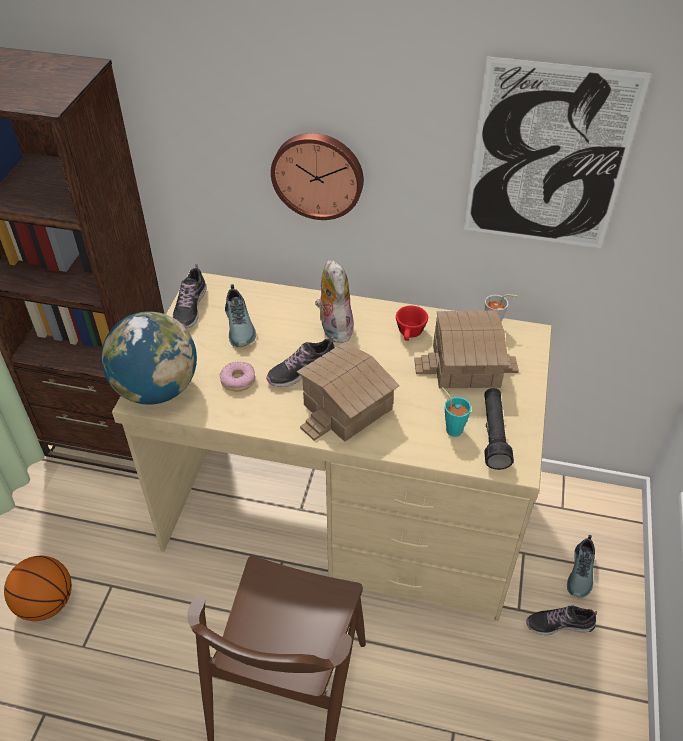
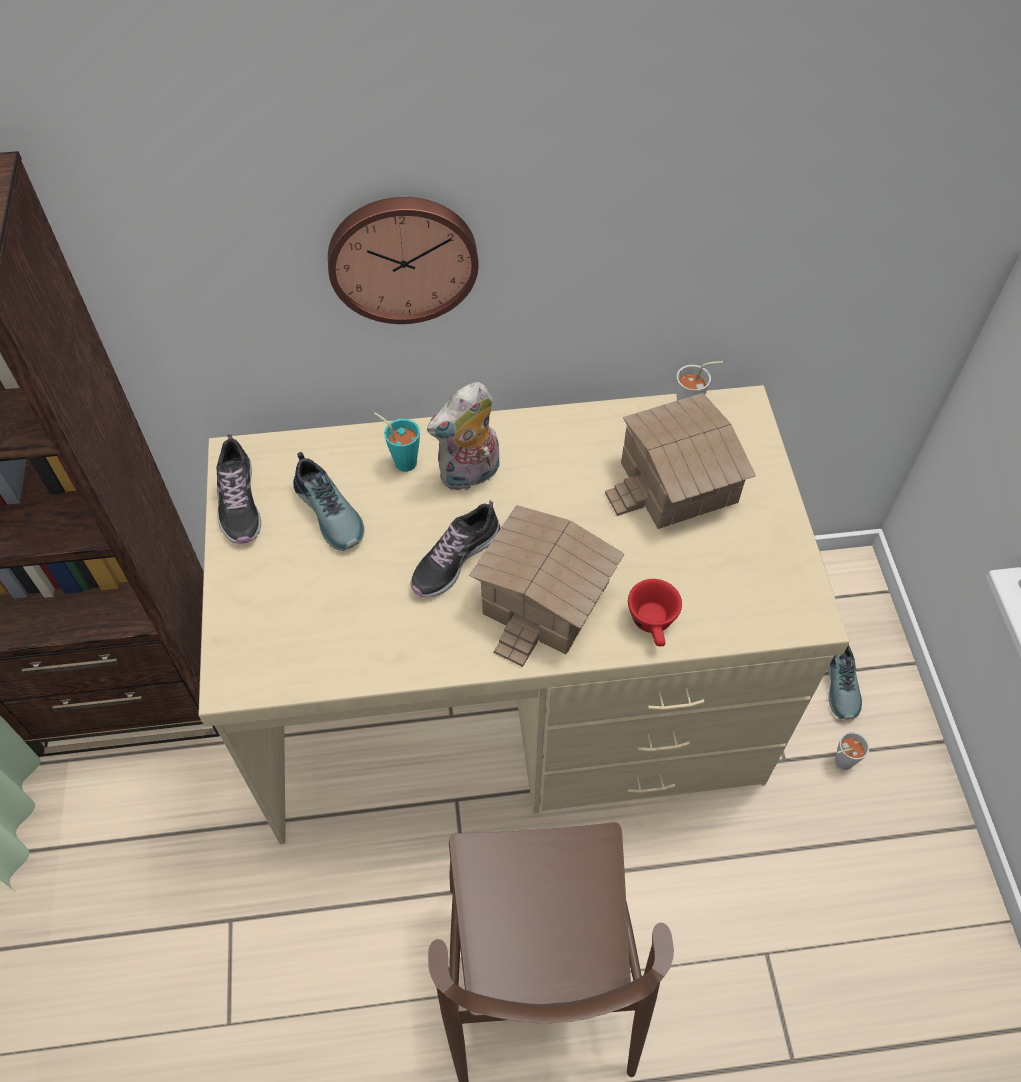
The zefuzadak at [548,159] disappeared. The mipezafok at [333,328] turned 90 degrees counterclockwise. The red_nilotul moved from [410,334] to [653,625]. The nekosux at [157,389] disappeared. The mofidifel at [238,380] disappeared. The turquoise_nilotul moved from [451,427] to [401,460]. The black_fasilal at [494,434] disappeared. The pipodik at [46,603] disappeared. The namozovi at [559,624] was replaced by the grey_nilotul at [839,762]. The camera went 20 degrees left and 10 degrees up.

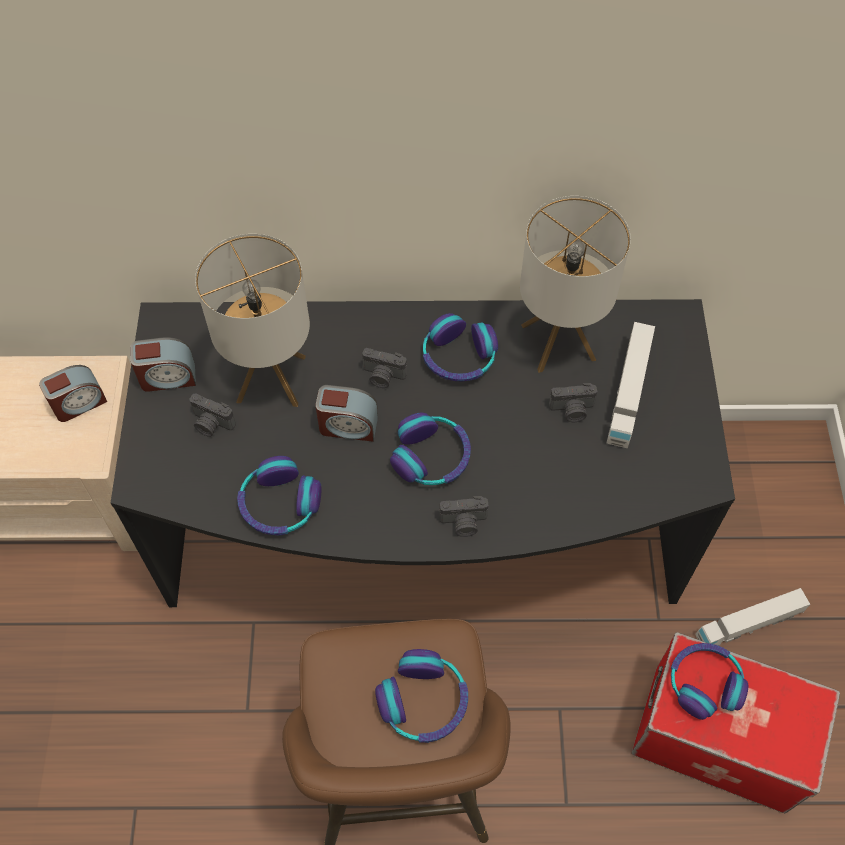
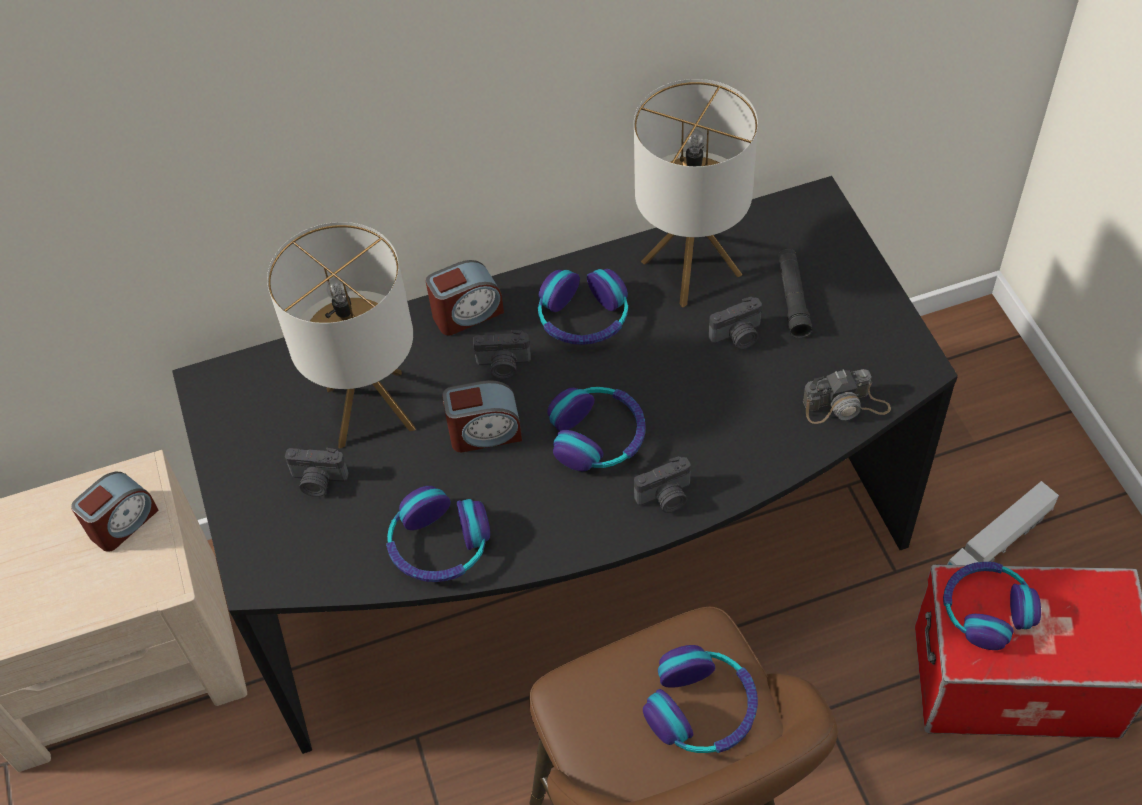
The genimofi at [628,392] was replaced by the black_fasilal at [792,298]. The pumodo moved from [168,377] to [467,313]. The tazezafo at [845,406] appeared. The camera went 15 degrees left and 5 degrees down.

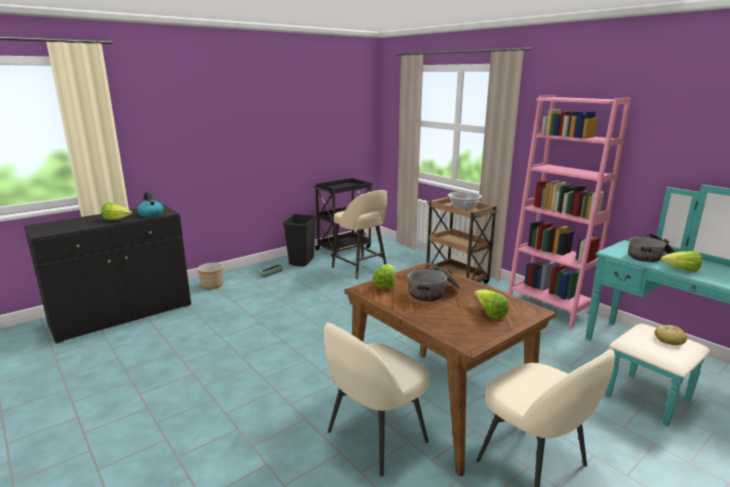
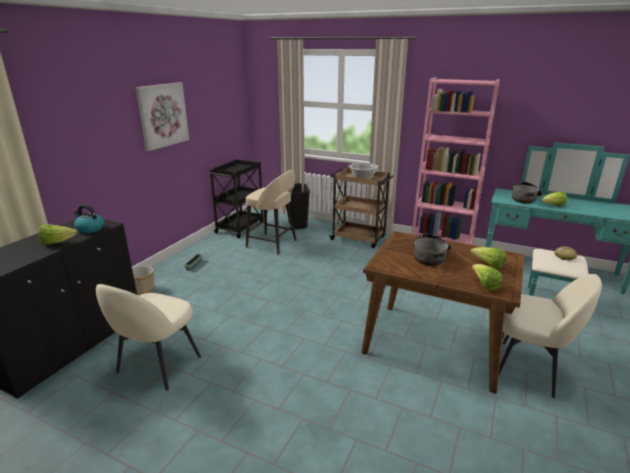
The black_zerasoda moved from [301,261] to [297,225]. The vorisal moved from [385,285] to [484,285]. The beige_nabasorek moved from [374,438] to [157,365]. The zefuzadak at [162,115] appeared. The camera went 25 degrees left and 5 degrees up.

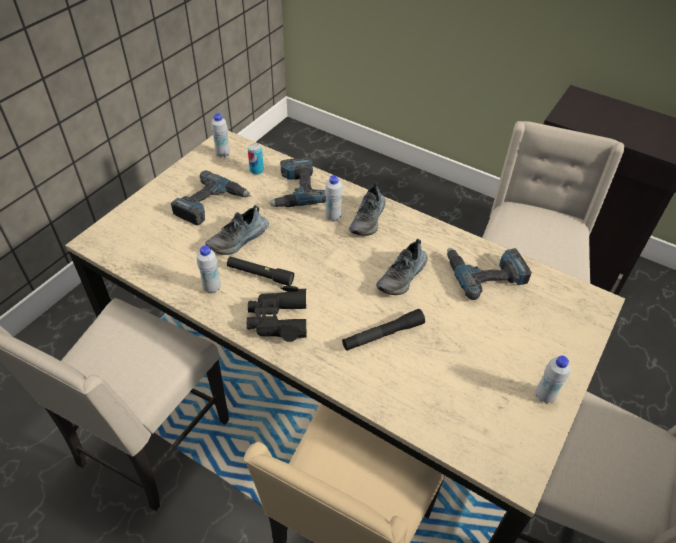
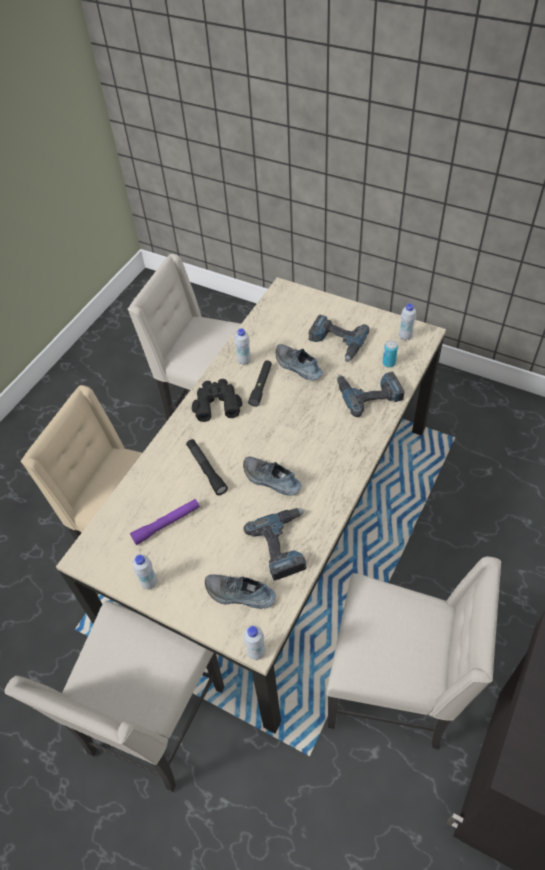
The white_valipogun moved from [333,217] to [256,652]. The namozovi moved from [368,219] to [239,595]. The purple_fasilal at [166,524] appeared. The camera went 90 degrees right and 5 degrees up.

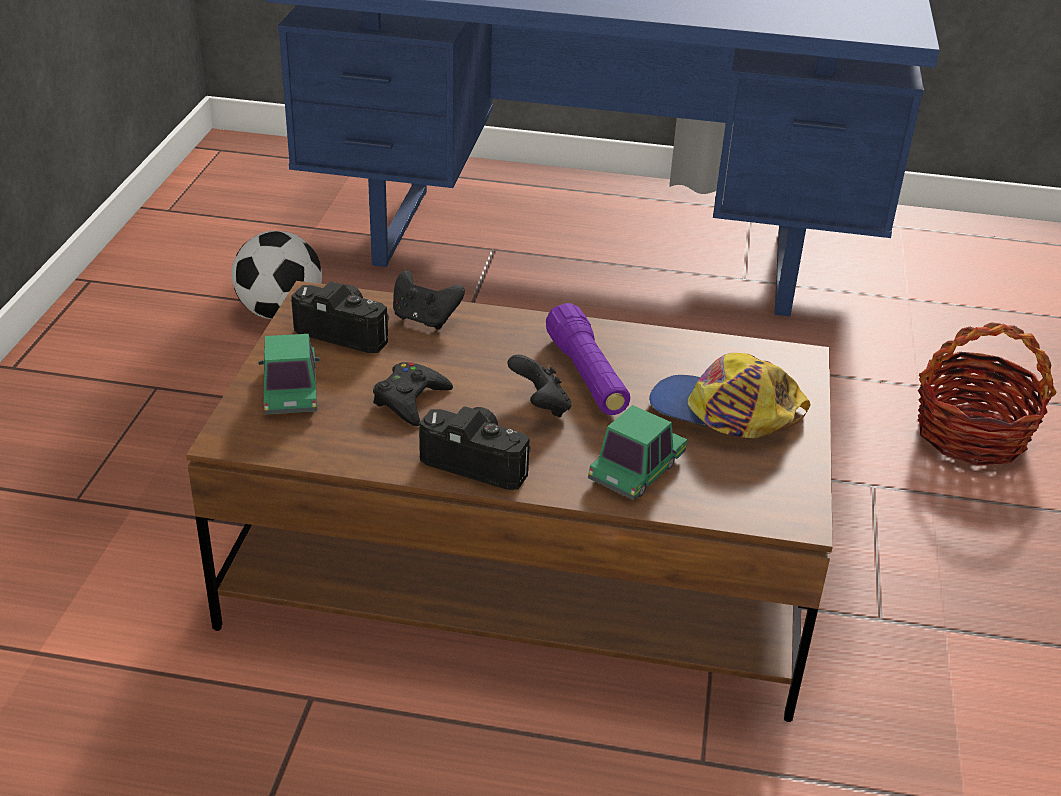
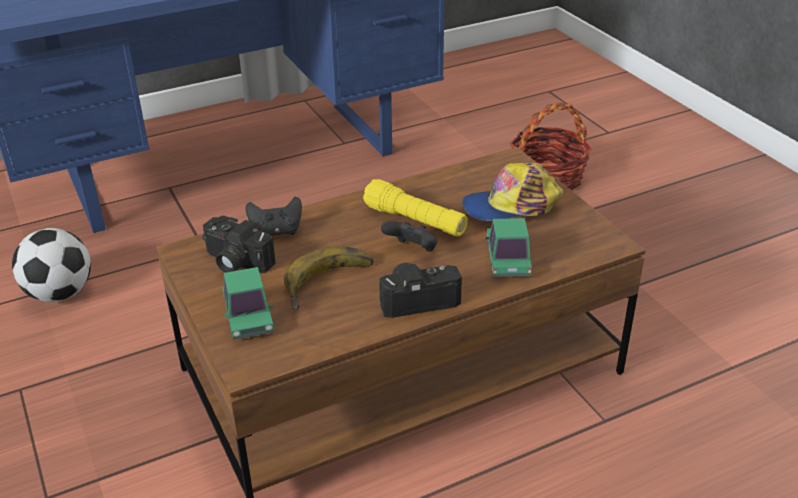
The tazezafo at [346,330] turned 135 degrees counterclockwise. The purple_fasilal at [587,376] became the yellow_fasilal at [415,221]. The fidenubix at [291,391] turned 150 degrees counterclockwise. The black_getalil at [410,400] was replaced by the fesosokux at [332,284]. The camera went 35 degrees left and 0 degrees up.

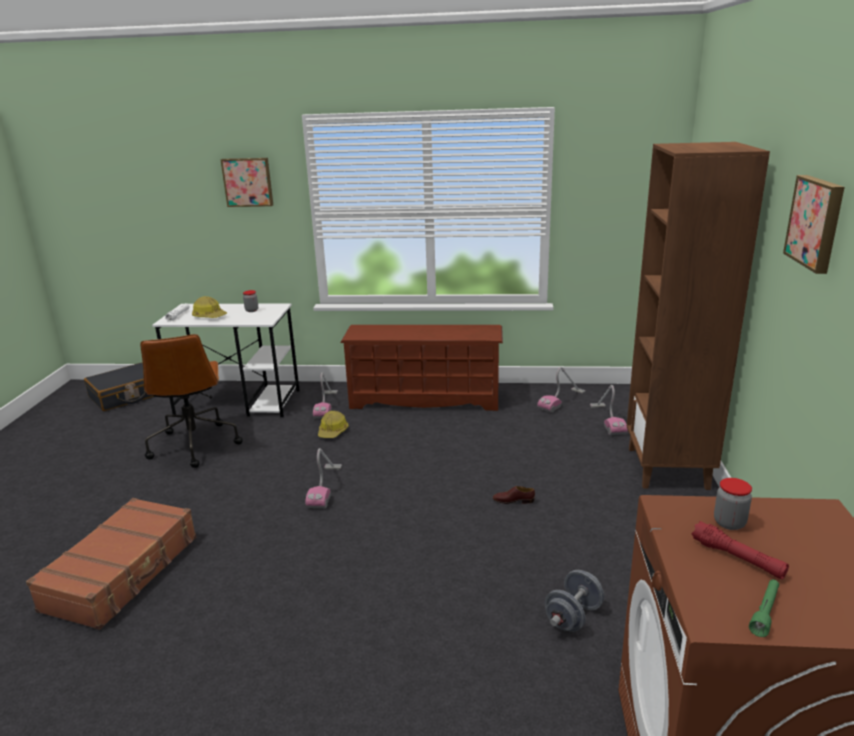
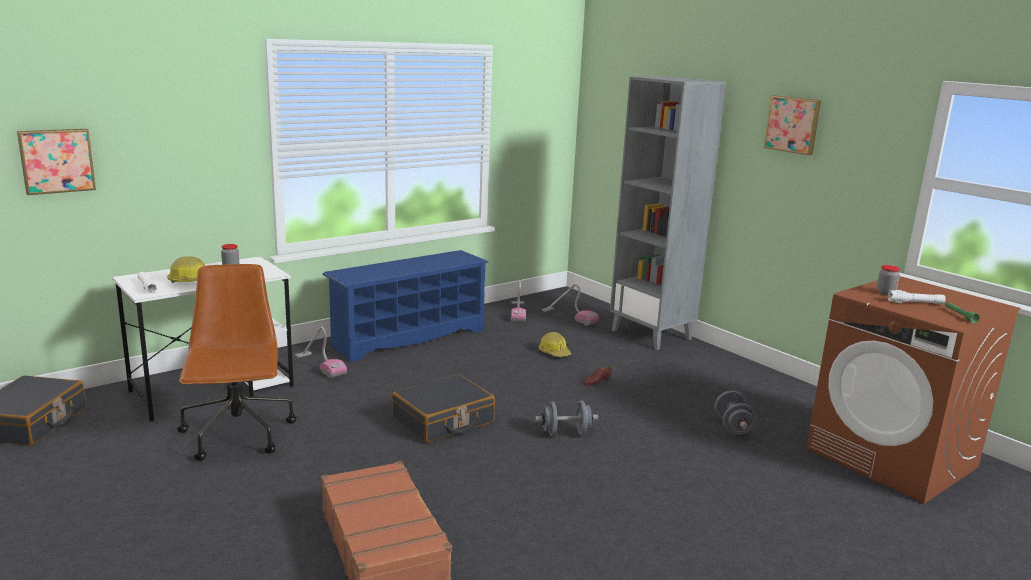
The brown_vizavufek at [668,468] became the grey_vizavufek at [652,335]. The zefuzadak moved from [248,182] to [56,160]. The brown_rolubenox at [425,399] became the blue_rolubenox at [408,337]. The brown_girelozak at [194,444] turned 135 degrees counterclockwise. The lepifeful moved from [333,432] to [554,352]. The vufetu at [325,487] was replaced by the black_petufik at [443,421]. The red_fasilal at [737,558] became the white_fasilal at [915,303]. The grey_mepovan at [565,433] appeared. The camera went 45 degrees left and 5 degrees down.

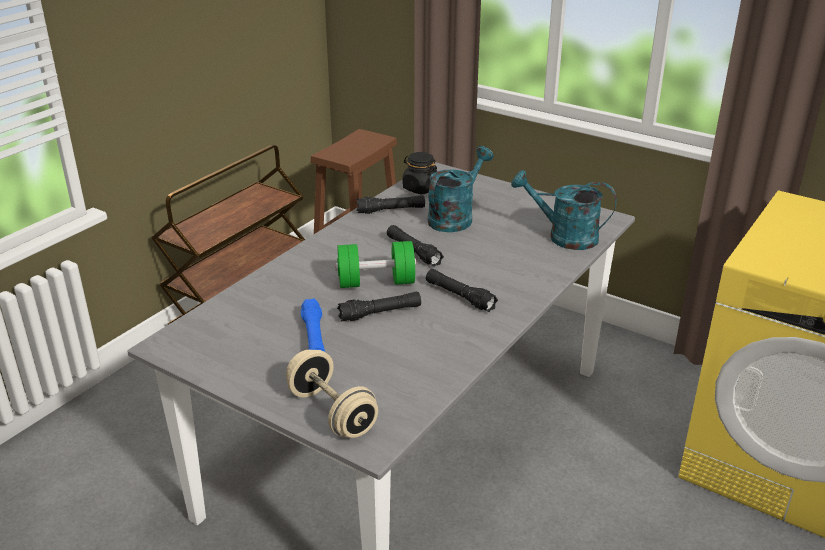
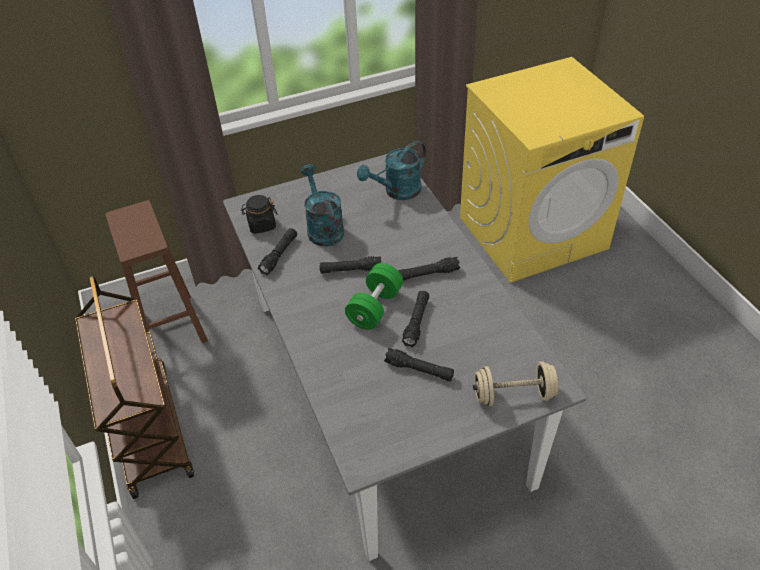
The blue_fasilal at [314,337] became the black_fasilal at [419,370]. The camera went 55 degrees left and 15 degrees up.

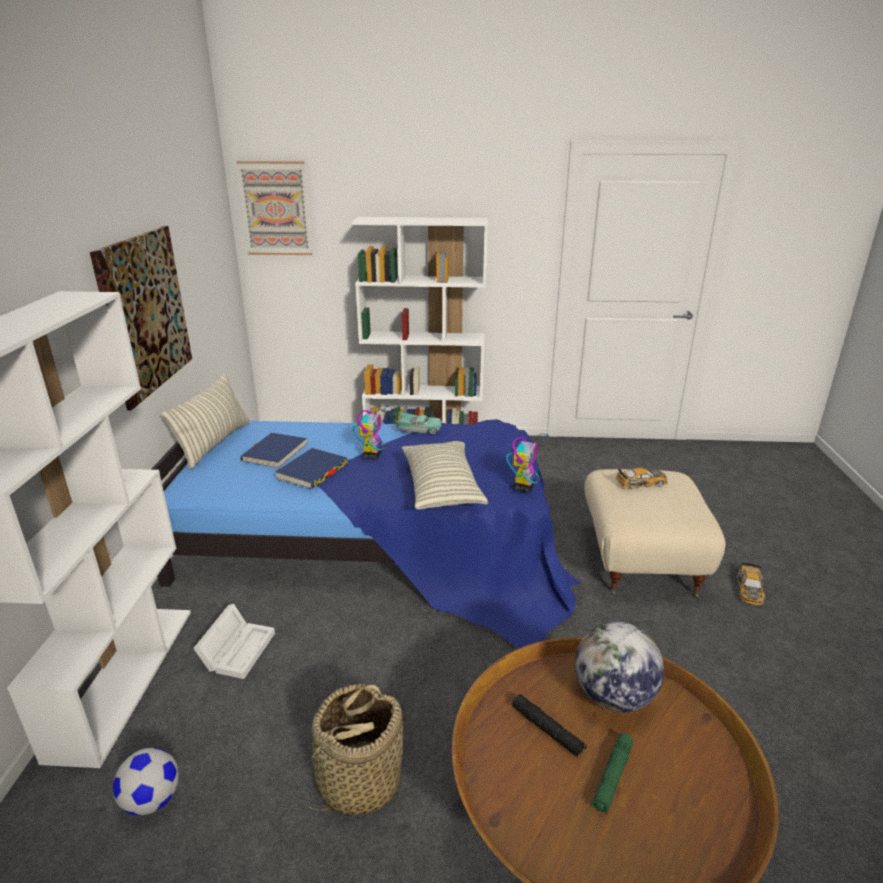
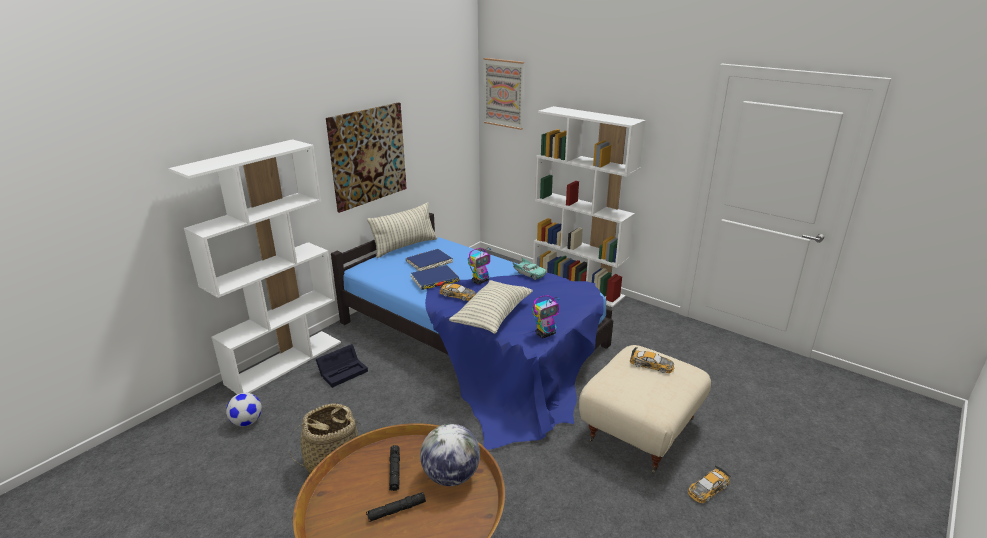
The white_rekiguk at [238,649] became the black_rekiguk at [343,371]. The green_fasilal at [612,777] became the black_fasilal at [396,510]. The fidenubix at [458,295] appeared. The camera went 35 degrees right and 0 degrees up.

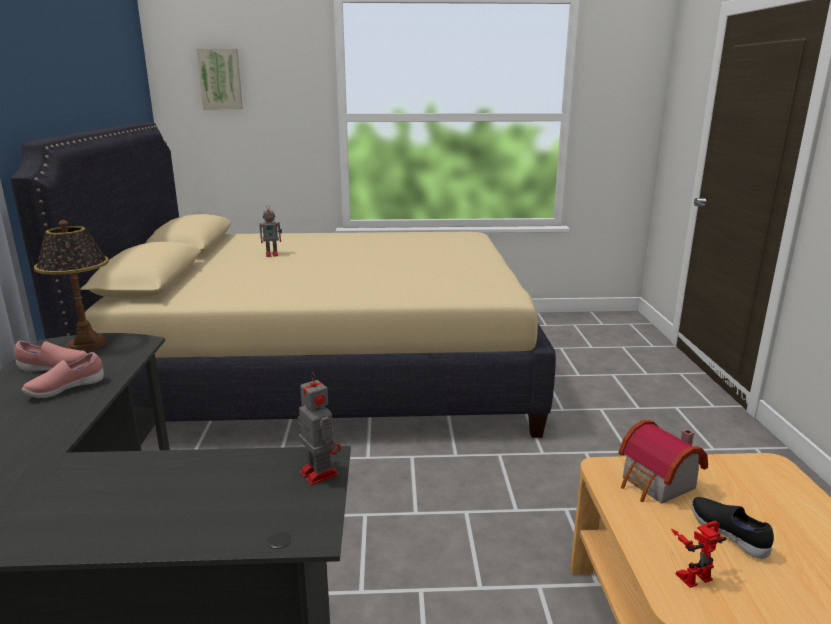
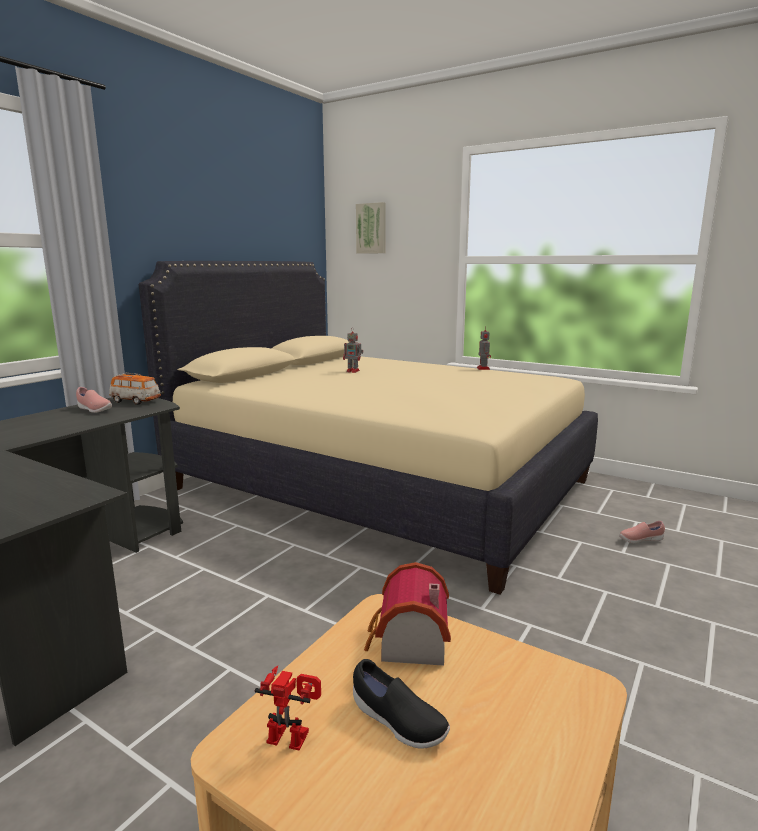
The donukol at [87,344] was replaced by the fidenubix at [136,401]. The pink_namozovi moved from [65,389] to [640,540]. The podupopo moved from [318,472] to [483,368]. The black_namozovi at [728,534] turned 120 degrees clockwise. The camera went 35 degrees right and 5 degrees down.

